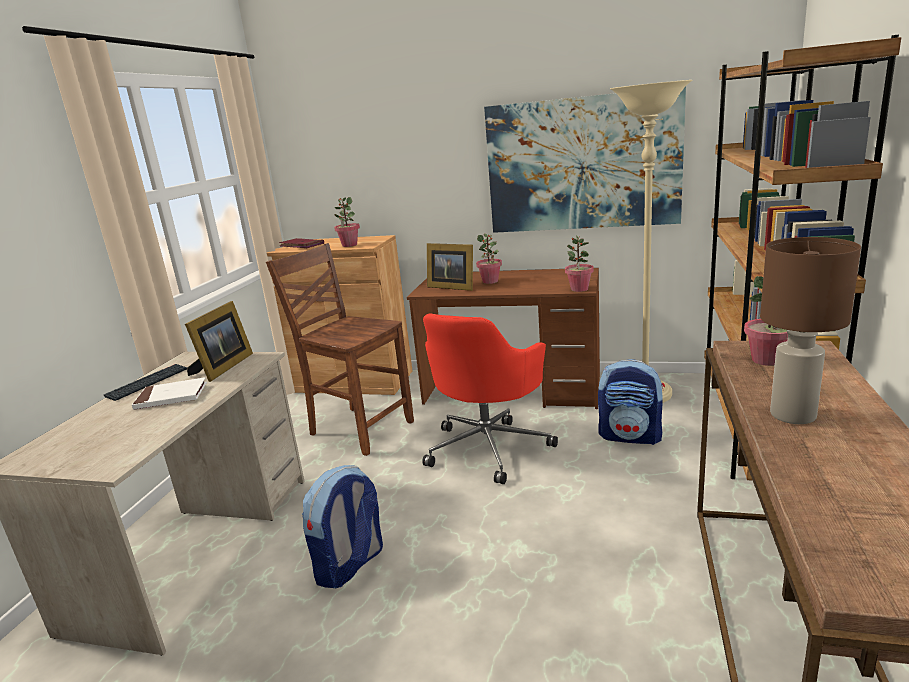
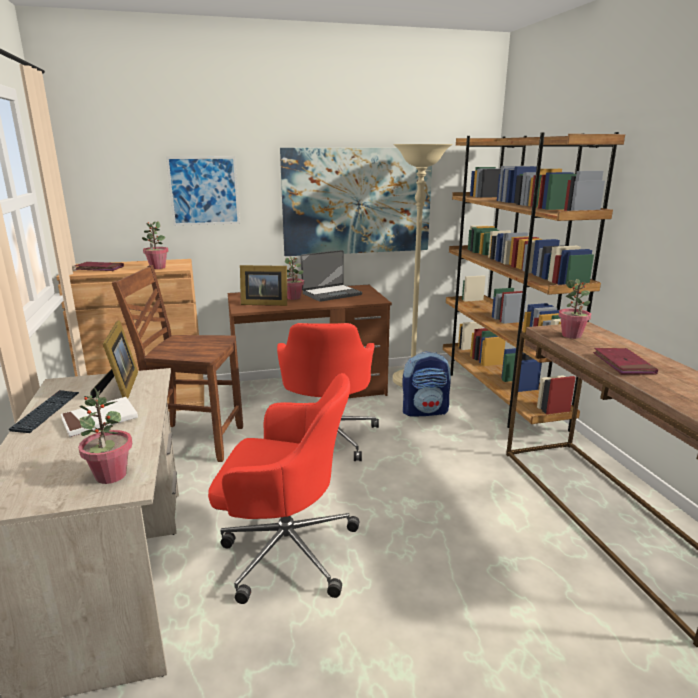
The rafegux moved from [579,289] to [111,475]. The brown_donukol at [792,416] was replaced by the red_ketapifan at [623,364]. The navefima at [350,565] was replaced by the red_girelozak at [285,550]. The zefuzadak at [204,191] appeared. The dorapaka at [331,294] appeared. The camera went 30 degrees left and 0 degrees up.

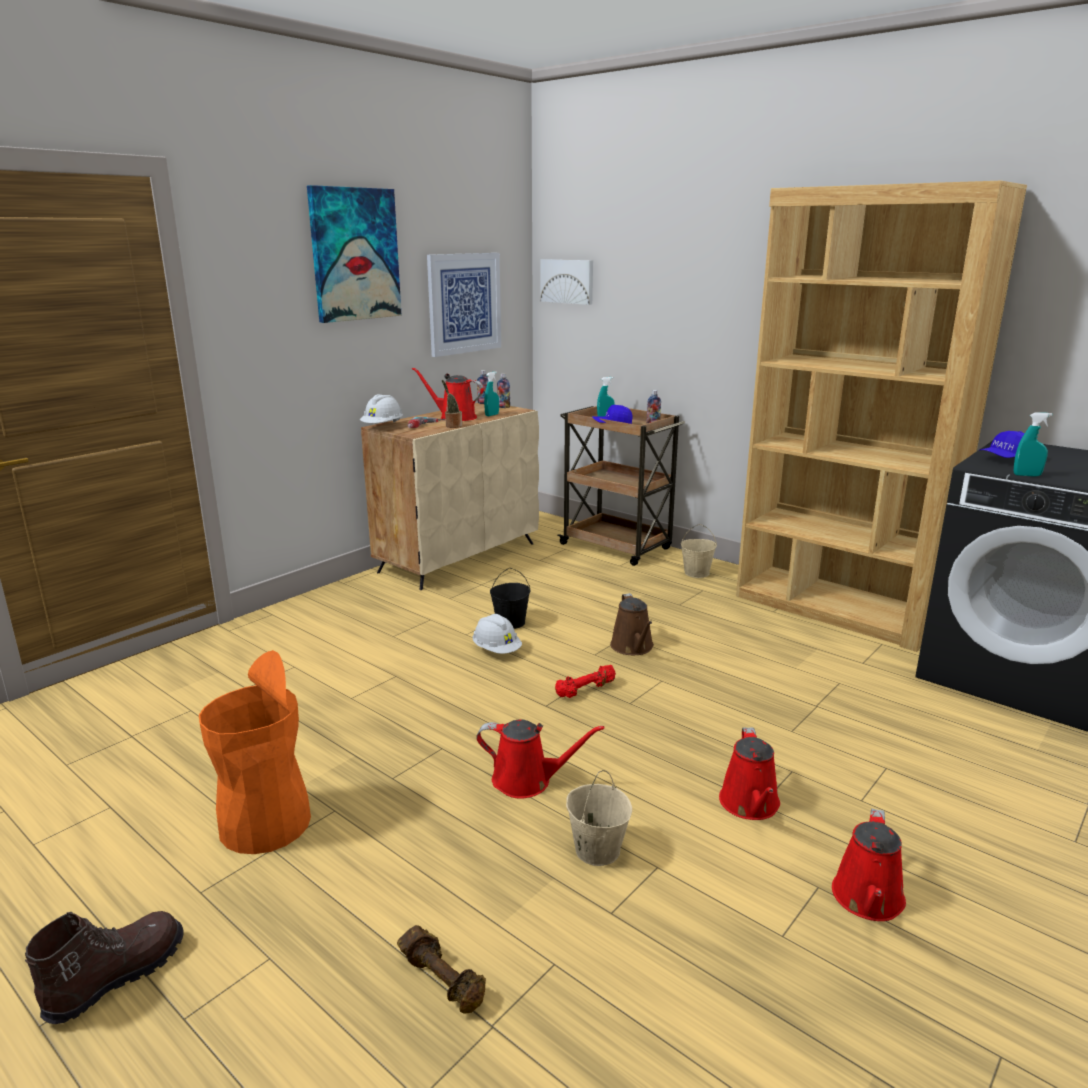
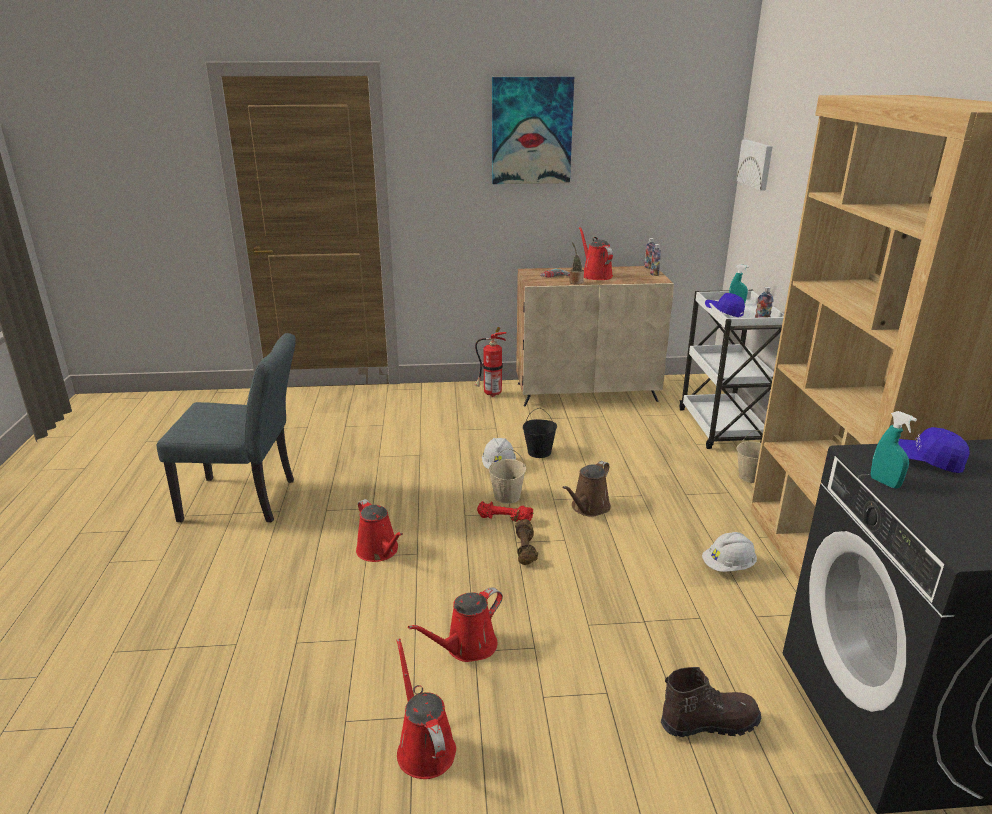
The zefuzadak at [464,303] disappeared. The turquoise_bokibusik at [492,415] disappeared. The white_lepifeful moved from [383,426] to [728,566]. The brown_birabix at [617,547] became the white_birabix at [721,429]. The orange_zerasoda at [265,823] was replaced by the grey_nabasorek at [248,500]. The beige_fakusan moved from [596,850] to [507,496]. The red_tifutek at [868,901] turned 90 degrees clockwise. The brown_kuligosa moved from [115,976] to [708,722]. The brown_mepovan moved from [443,980] to [526,549]. The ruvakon at [490,394] appeared. The camera went 45 degrees right and 5 degrees up.

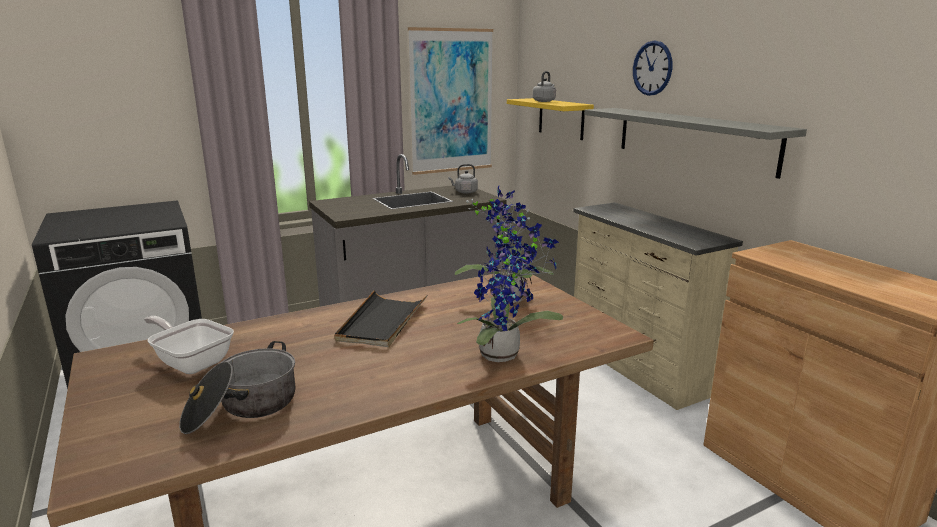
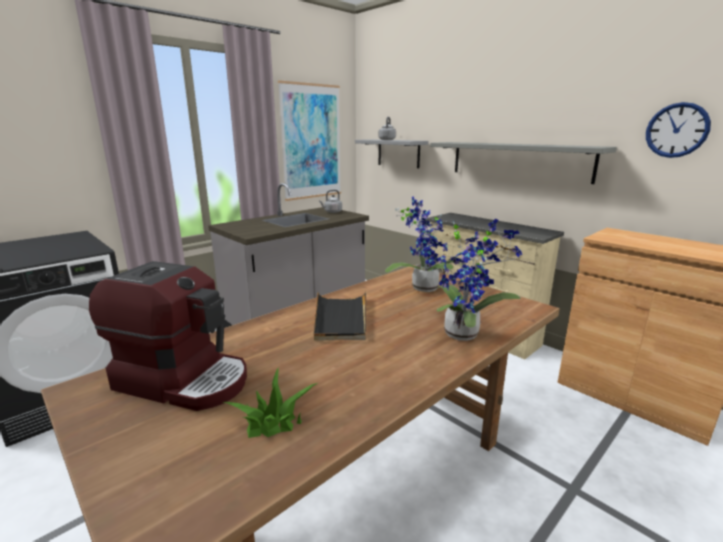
The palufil moved from [652,68] to [677,130]. The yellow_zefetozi at [561,118] became the grey_zefetozi at [398,153]. The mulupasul at [191,362] was replaced by the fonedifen at [184,380]. The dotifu at [242,408] was replaced by the rafegux at [272,420]. The camera went 15 degrees left and 0 degrees up.

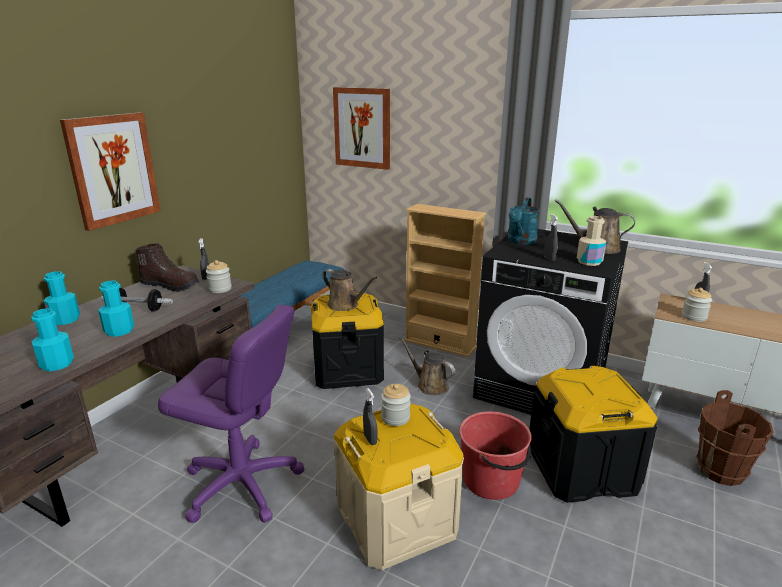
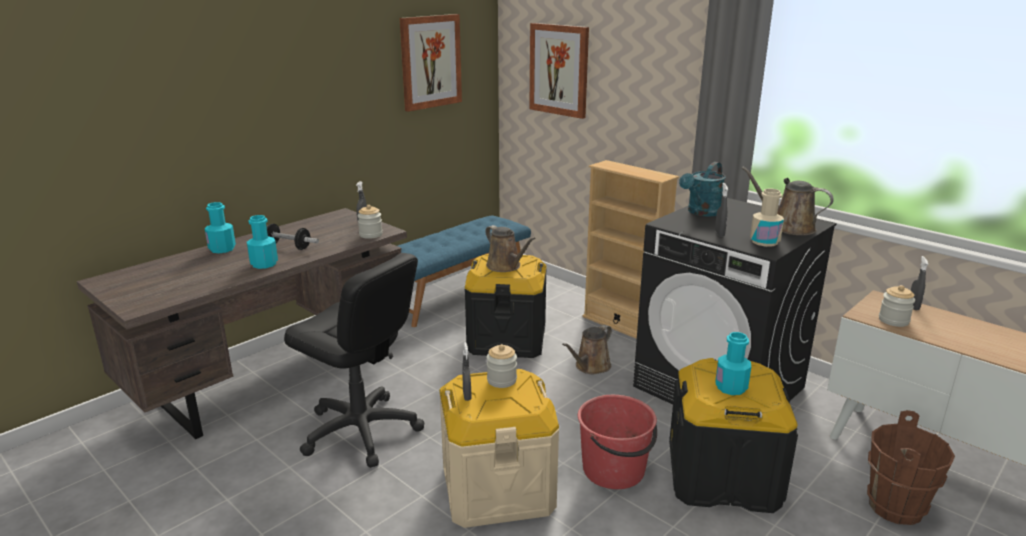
The zefuzadak moved from [113,169] to [430,62]. The brown_kuligosa at [170,286] disappeared. The purple_girelozak at [242,484] became the black_girelozak at [361,431]. The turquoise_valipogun moved from [57,364] to [731,387]. The brown_tifutek at [430,385] turned 105 degrees counterclockwise. The camera went 15 degrees right and 0 degrees up.

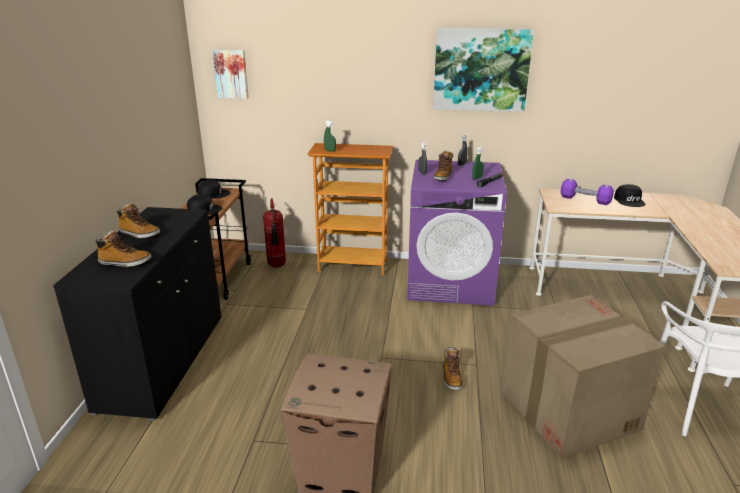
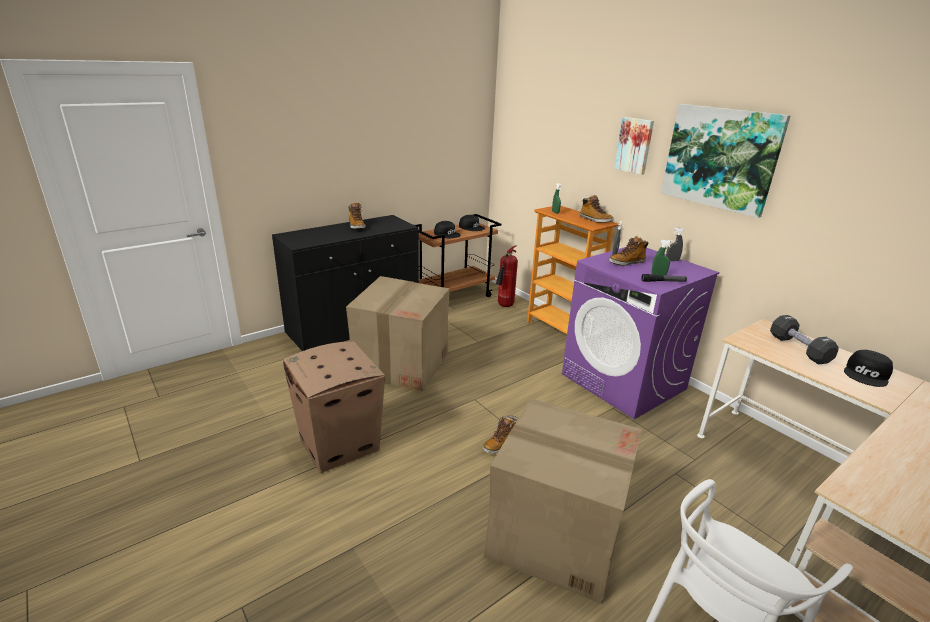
The zefuzadak moved from [231,74] to [634,145]. The purple_mepovan at [585,200] became the black_mepovan at [799,349]. The kuligosa moved from [125,263] to [595,220]. The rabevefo at [402,363] appeared. The camera went 45 degrees right and 0 degrees up.

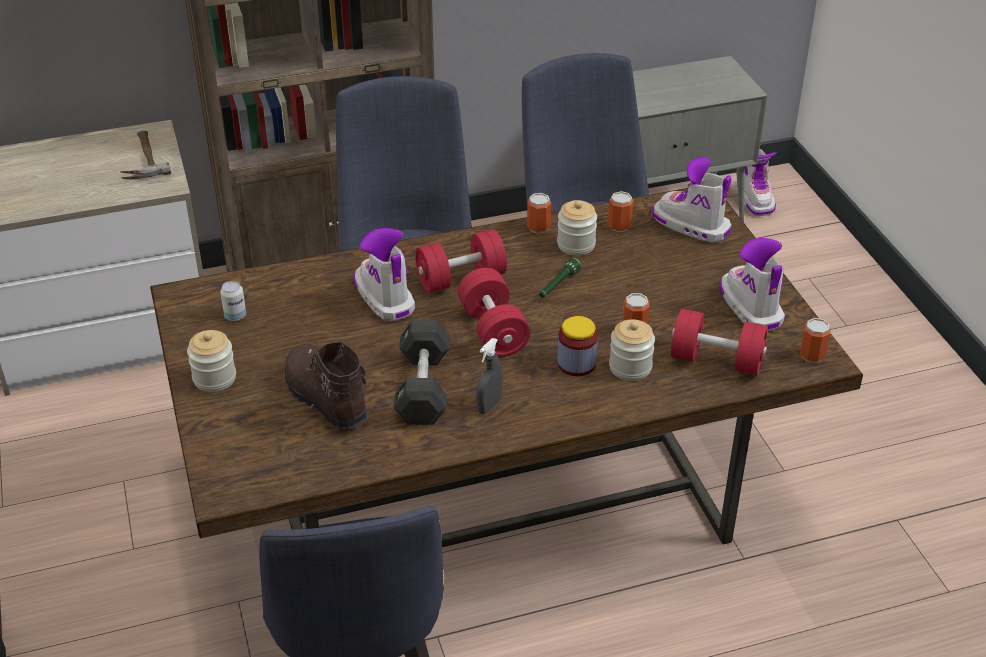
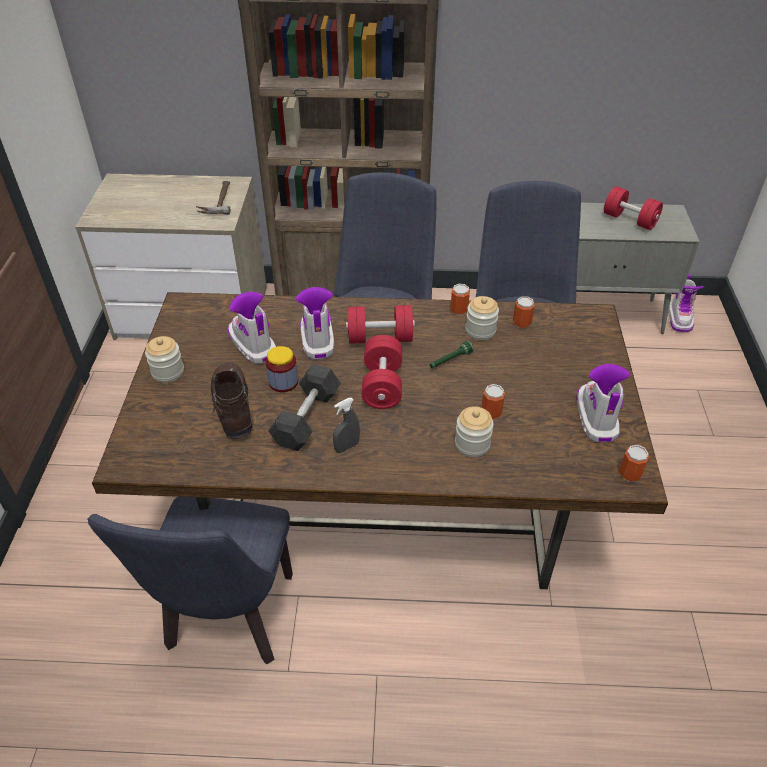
The kuligosa moved from [690,225] to [252,344]. The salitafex at [235,316] disappeared. The red_mepovan moved from [716,360] to [629,220]. The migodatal moved from [576,364] to [283,382]. The camera went 20 degrees right and 5 degrees up.

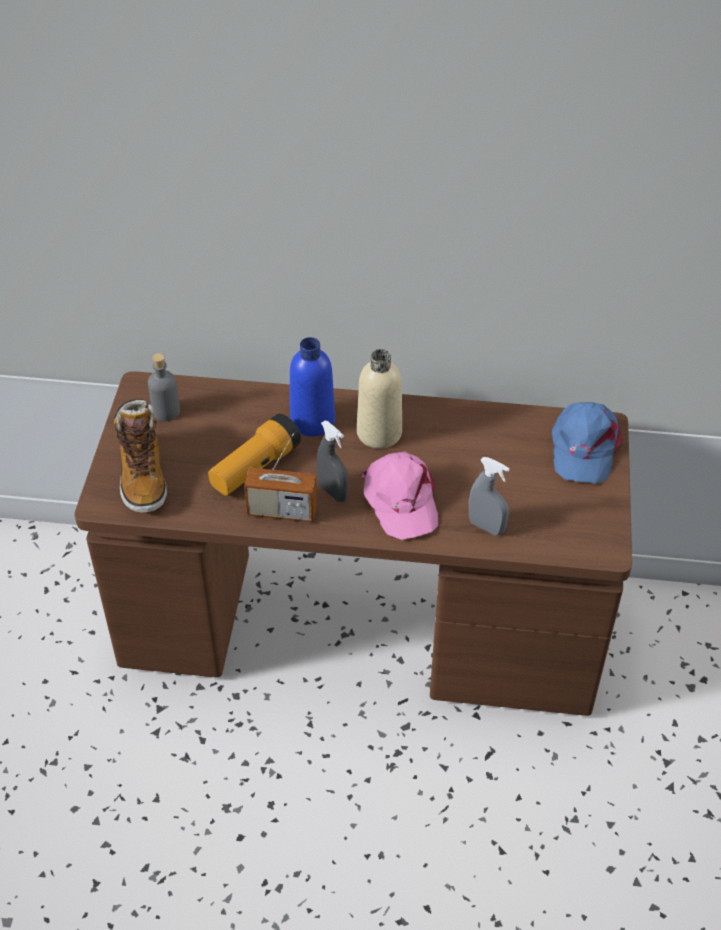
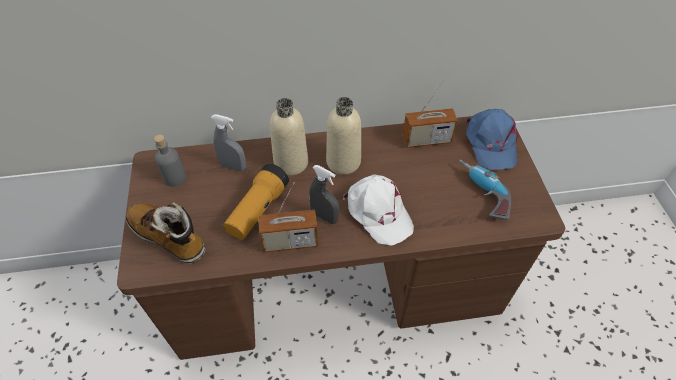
The blue_valipogun at [312,421] became the beige_valipogun at [291,163]. The kuligosa at [143,476] turned 150 degrees clockwise. The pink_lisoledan at [400,500] became the white_lisoledan at [378,212]. The grey_bokibusik moved from [486,527] to [233,166]. The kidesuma at [426,140] appeared. The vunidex at [481,194] appeared. The camera went 15 degrees left and 5 degrees up.

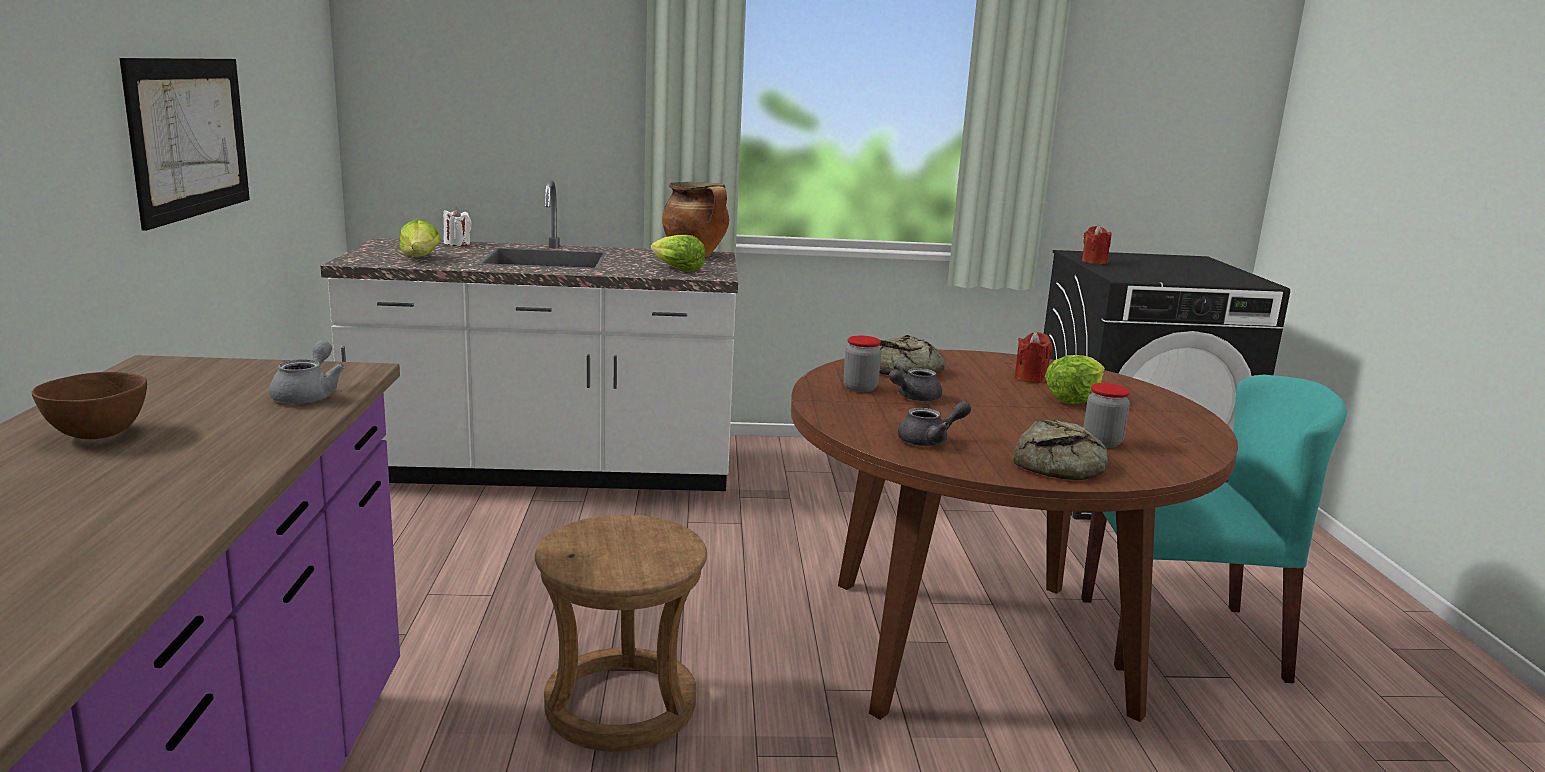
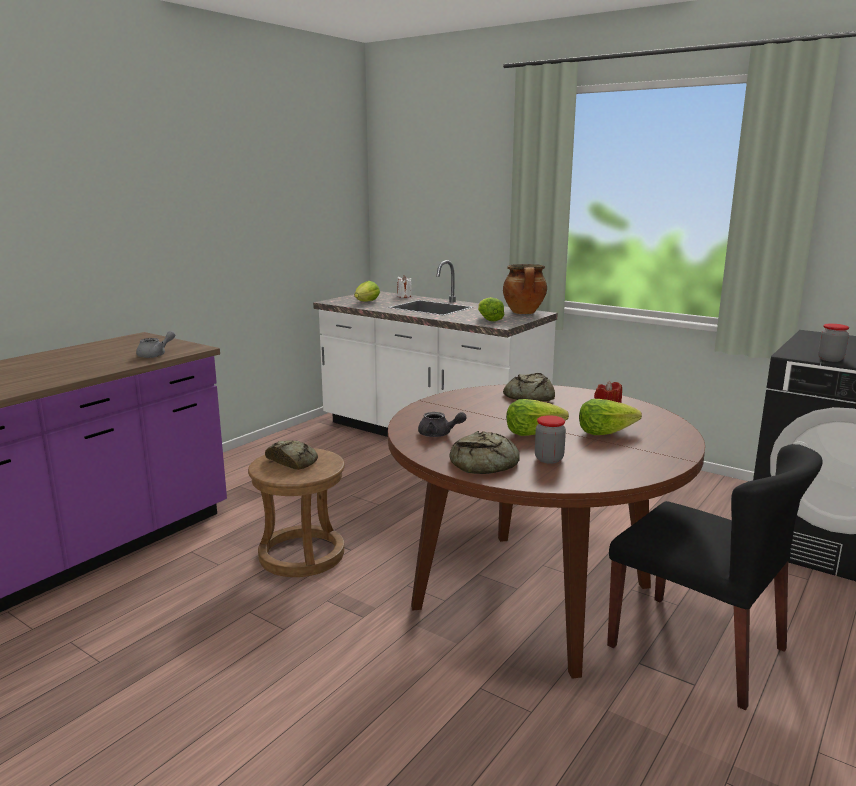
The zefuzadak at [190,137] disappeared. The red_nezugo at [1094,262] disappeared. The migodatal moved from [860,388] to [830,359]. The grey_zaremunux at [913,398] disappeared. The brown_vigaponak at [96,435] disappeared. The turquoise_nabasorek at [1182,637] became the black_nabasorek at [698,648]. The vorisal at [533,432] appeared. The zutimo at [292,461] appeared. The camera went 40 degrees right and 0 degrees up.

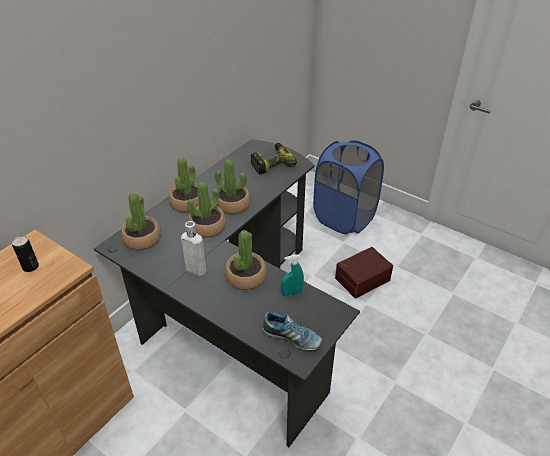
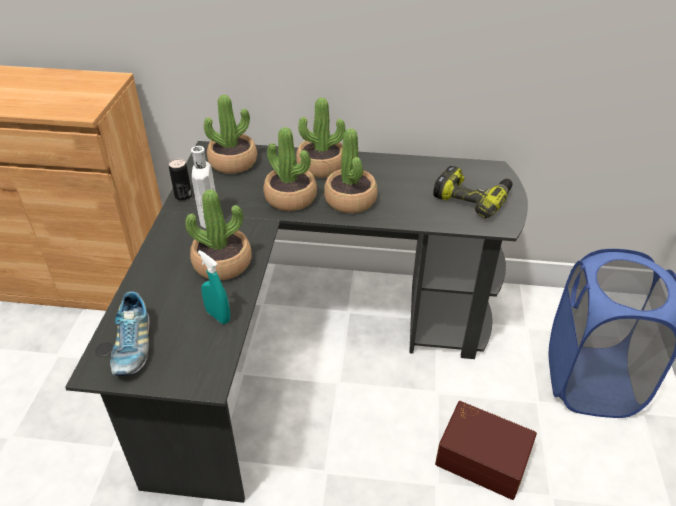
The salitafex moved from [30,267] to [183,196]. The camera went 60 degrees right and 0 degrees up.

